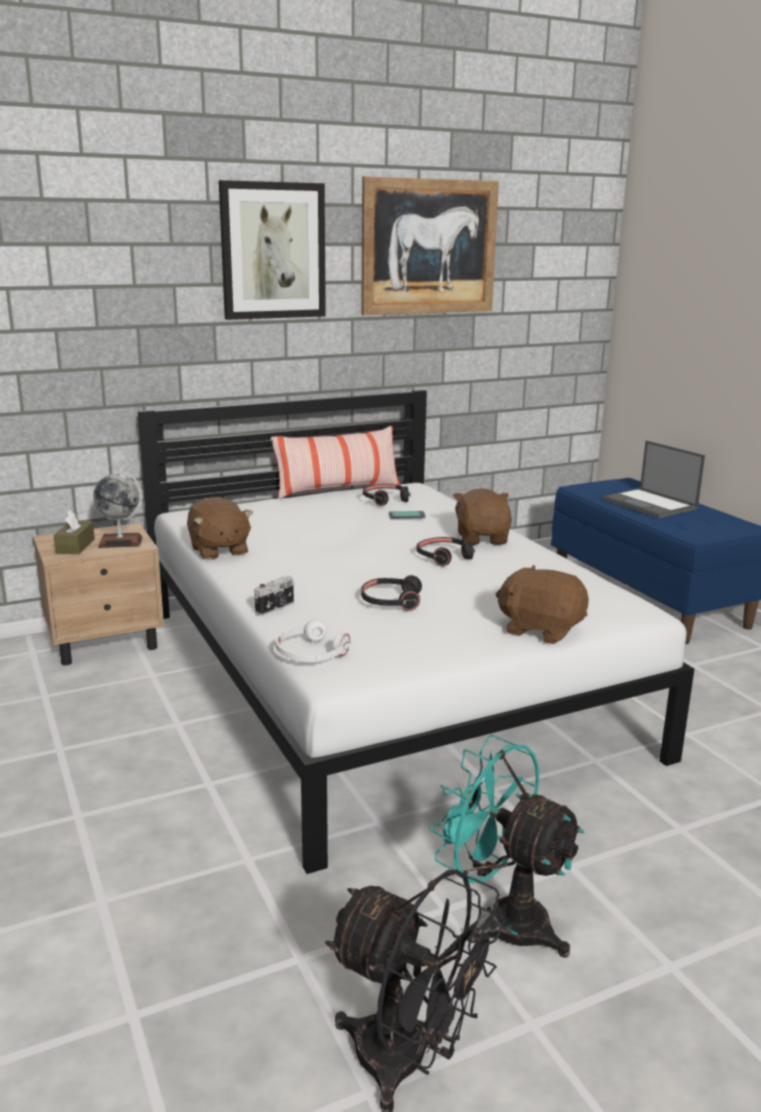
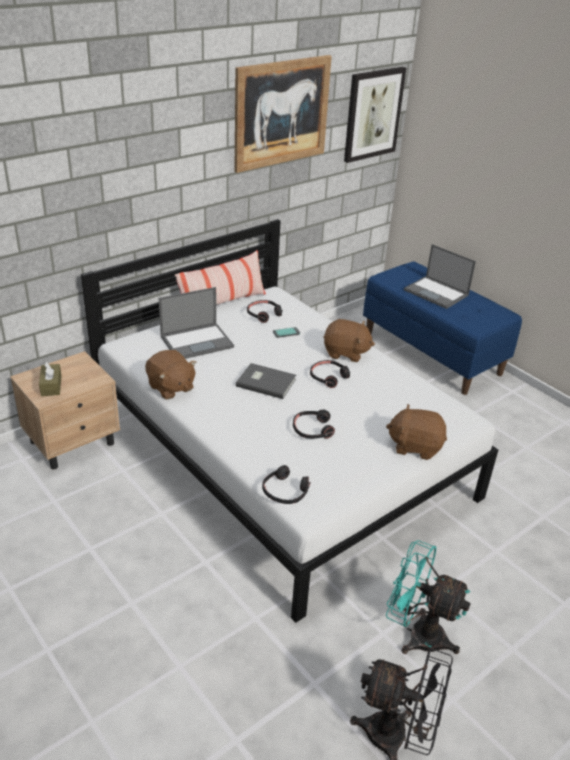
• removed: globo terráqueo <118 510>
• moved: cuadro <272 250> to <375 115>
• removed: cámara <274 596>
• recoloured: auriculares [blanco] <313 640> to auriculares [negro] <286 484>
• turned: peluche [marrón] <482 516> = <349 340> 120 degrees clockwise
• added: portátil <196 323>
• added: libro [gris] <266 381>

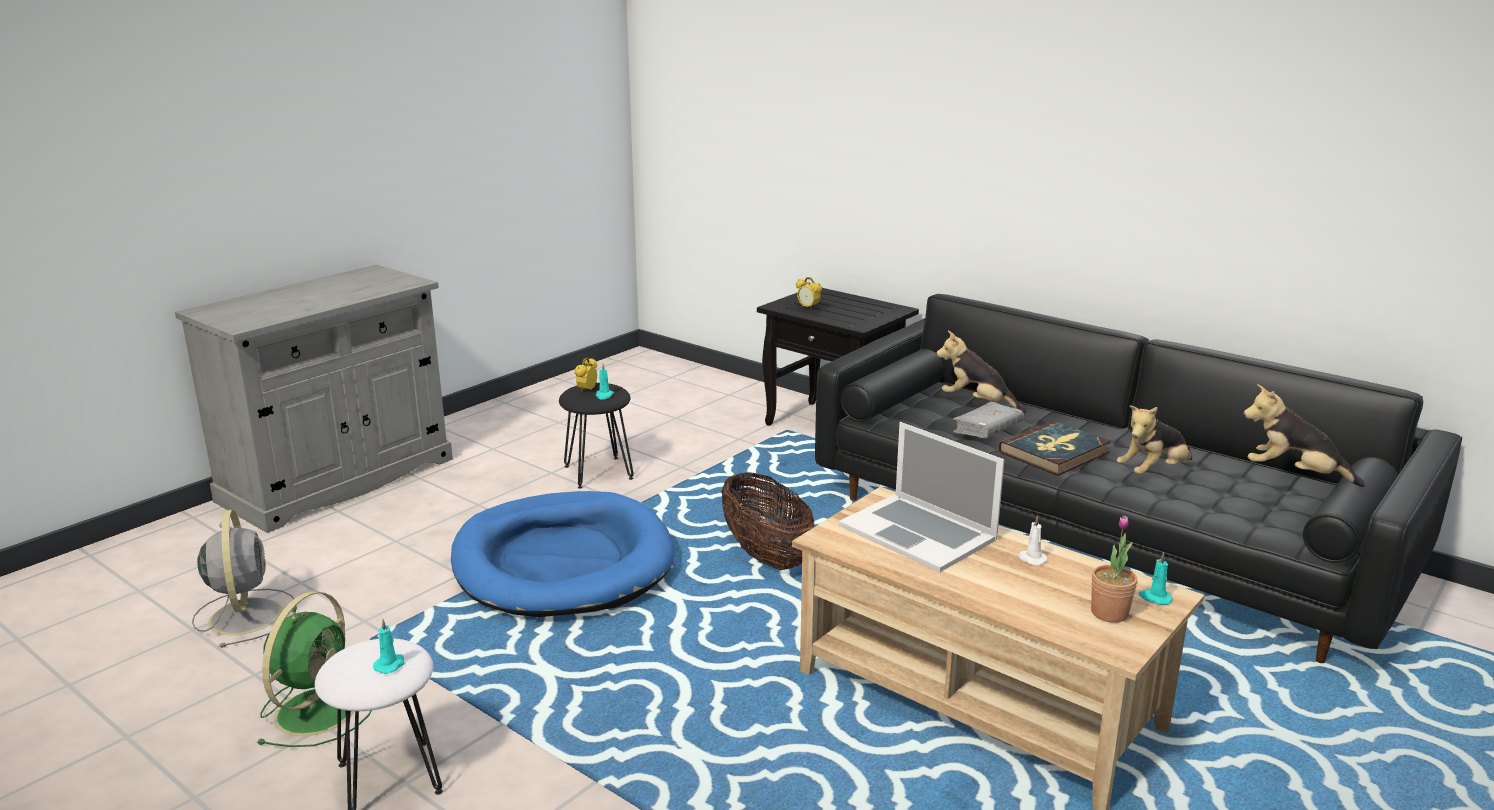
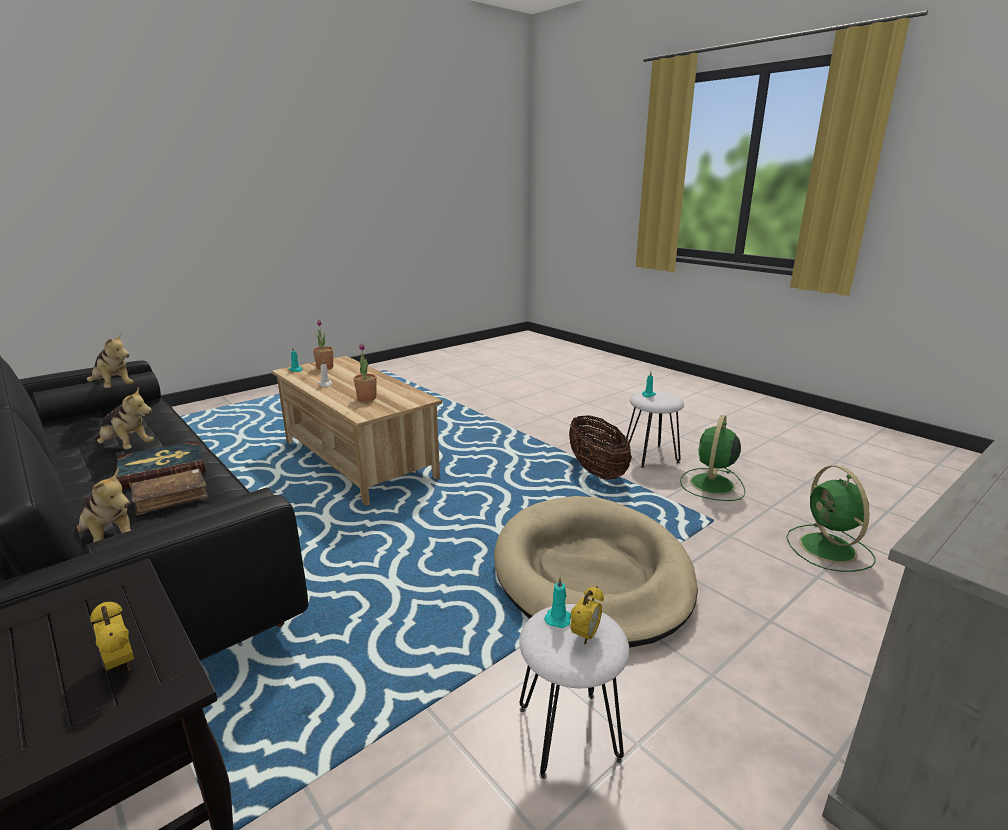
• recoloured: ventilador [gris] <244 579> to ventilador [verde] <831 519>
• recoloured: cama para perro [azul] <563 554> to cama para perro [beis] <596 572>
• recoloured: taburete [negro] <596 436> to taburete [blanco] <574 691>
• moved: cesta <768 521> to <600 447>
• replaced: portátil <921 497> to planta en maceta <365 372>
• recoloured: libro [gris] <988 420> to libro [marrón] <169 491>
• turned: peluche <1154 440> = <124 418> 45 degrees clockwise

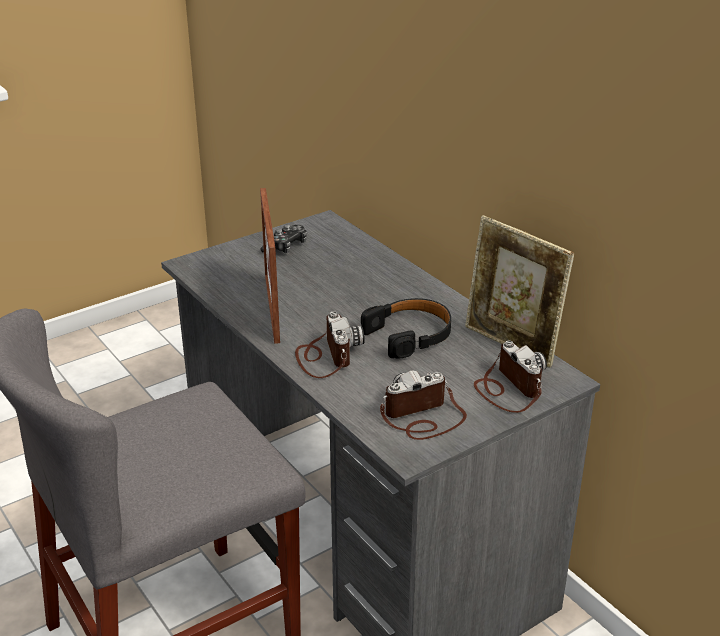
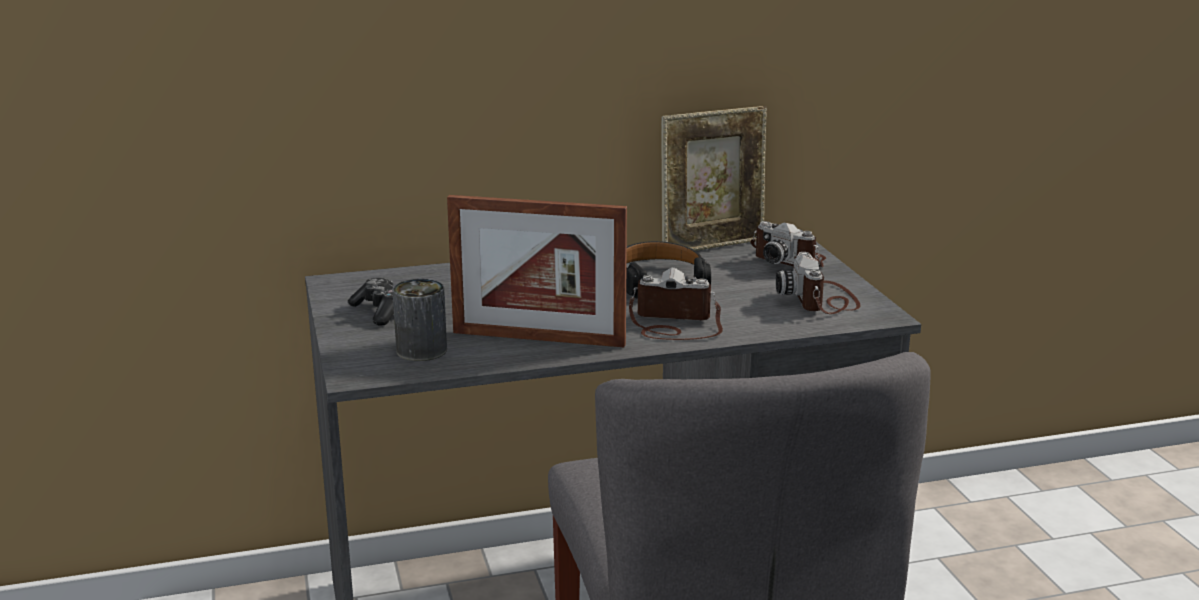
• turned: cámara <510 376> = <788 244> 135 degrees counterclockwise
• added: lata <419 320>

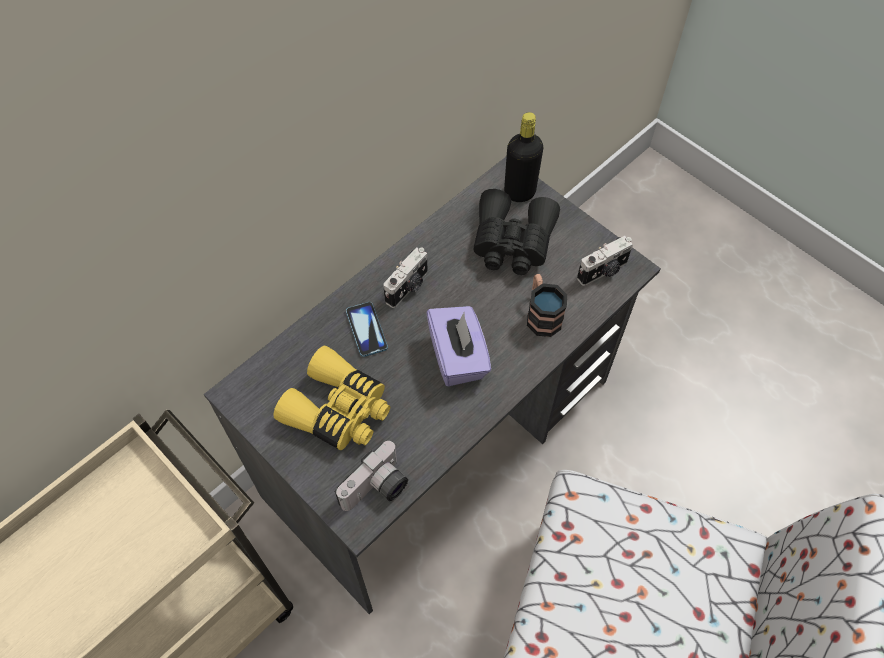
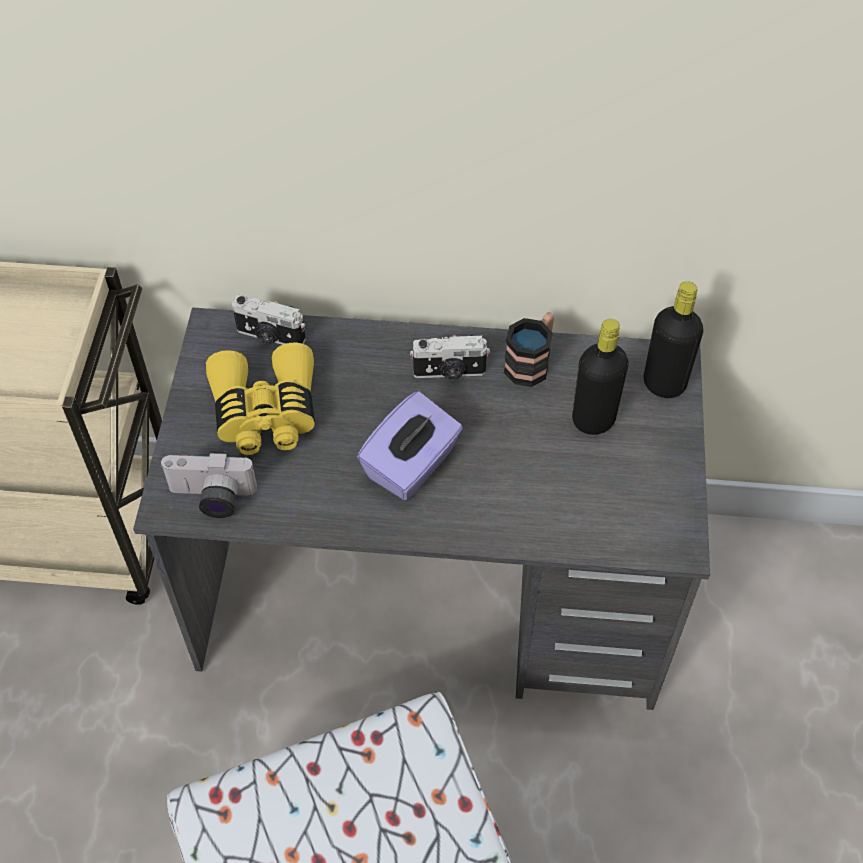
• removed: móvil <367 329>
• replaced: prismáticos [negro] <516 232> to botella [negro] <600 377>
• moved: taza grande <547 305> to <529 349>
• moved: cámara <605 261> to <269 320>

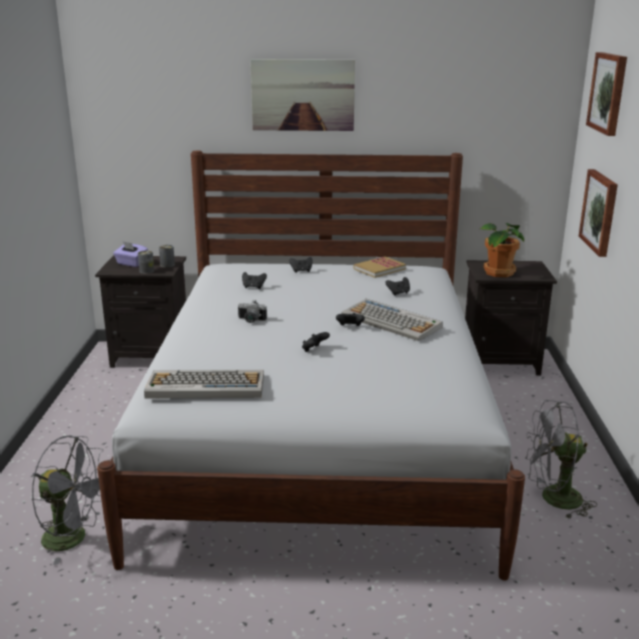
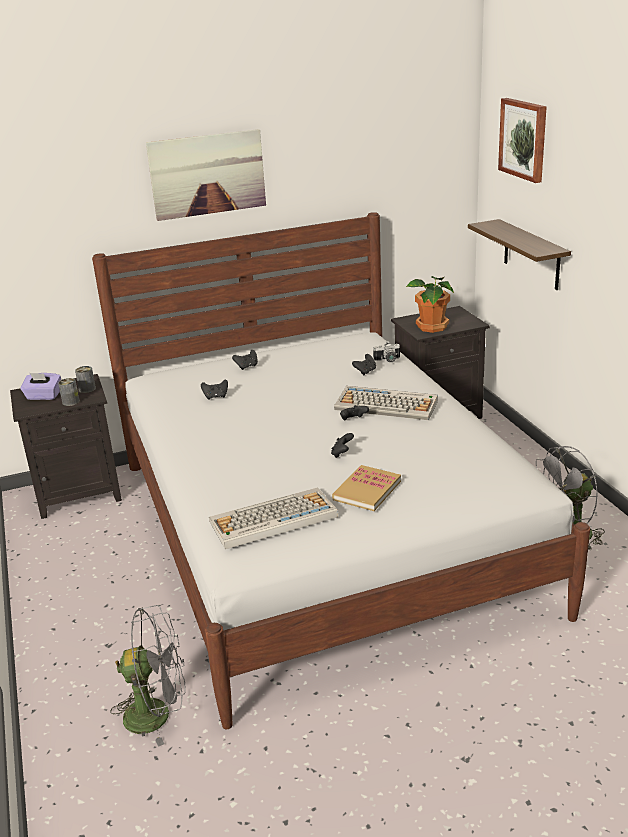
• moved: cámara <252 311> to <386 351>
• moved: libro <380 267> to <366 488>
• replaced: cuadro <598 213> to estante <519 254>

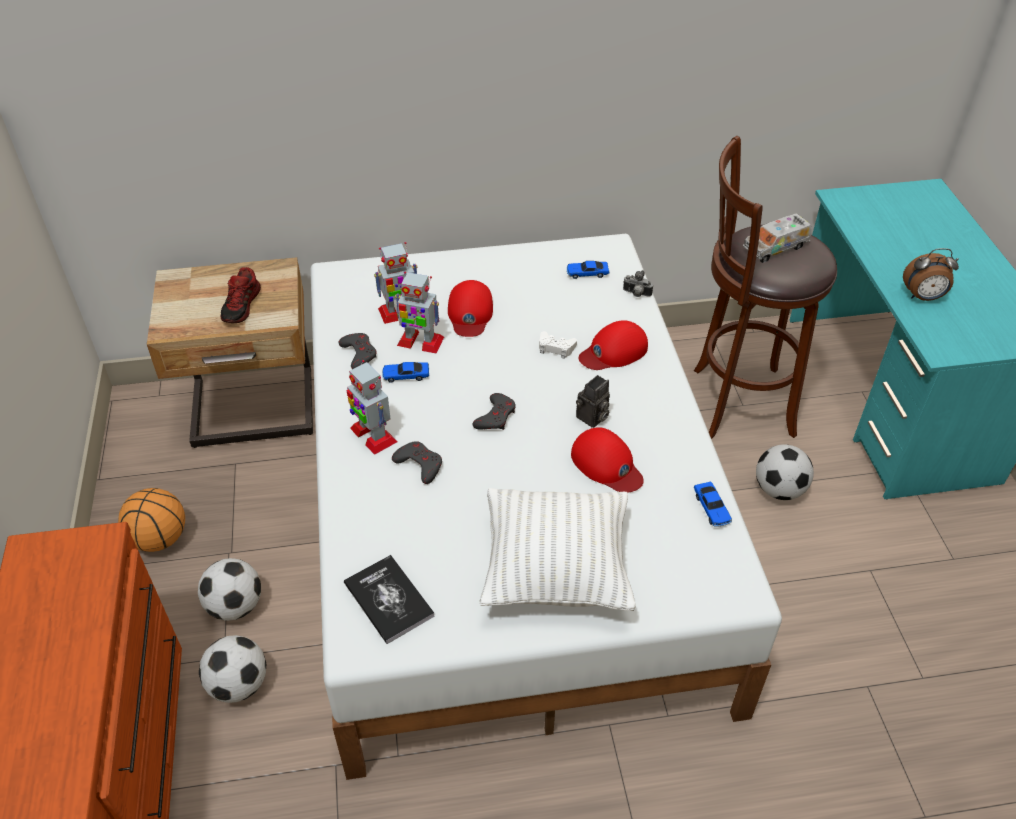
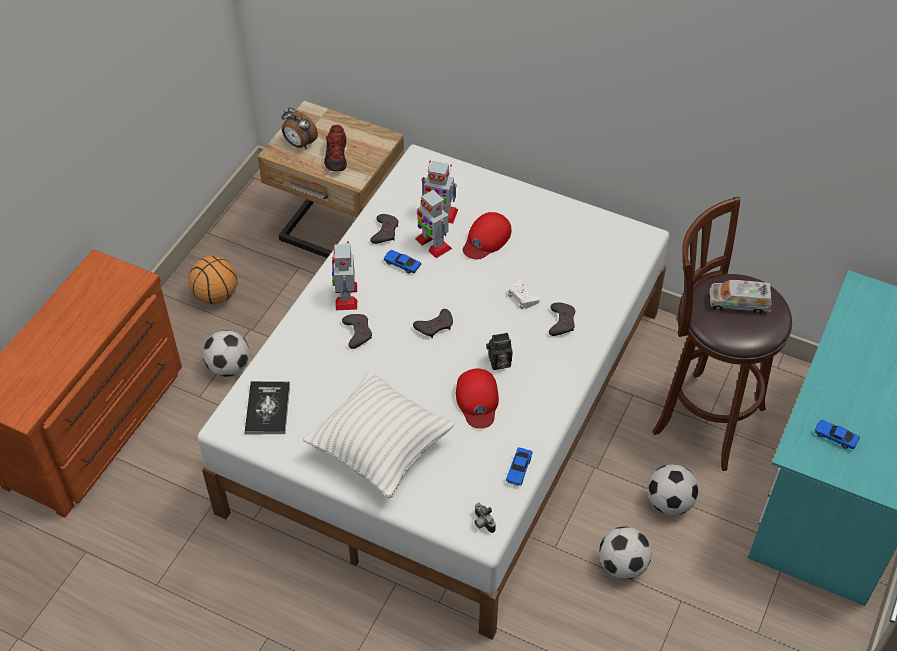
• moved: balón de fútbol <232 669> to <625 552>
• turned: zapato <241 295> = <335 148> 45 degrees counterclockwise
• moved: coche de juguete <588 270> to <837 434>
• replaced: gorra [rojo] <613 345> to mando de consola [gris] <562 319>
• moved: cámara <638 283> to <485 518>
• moved: despertador <931 274> to <299 128>

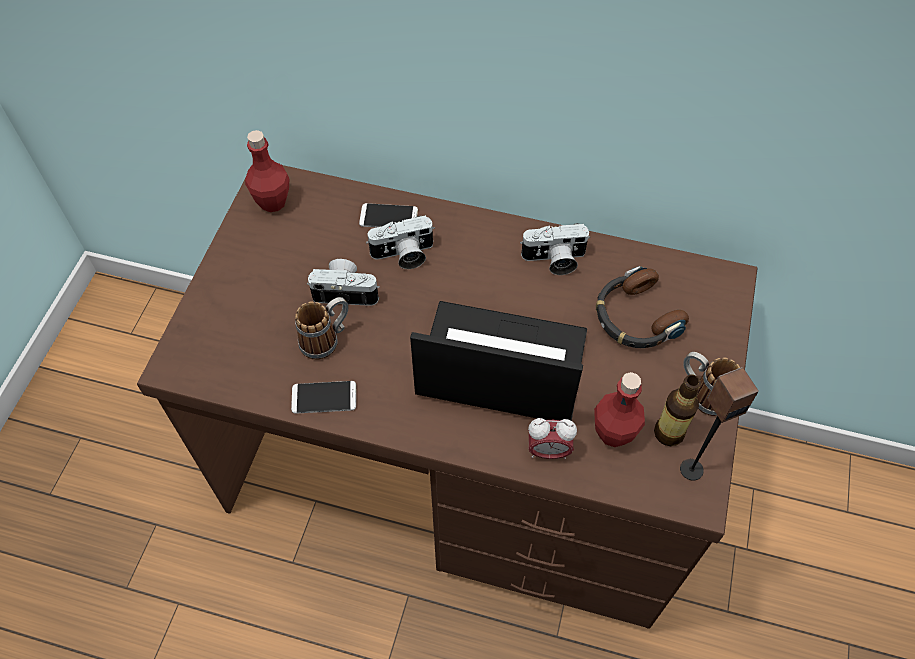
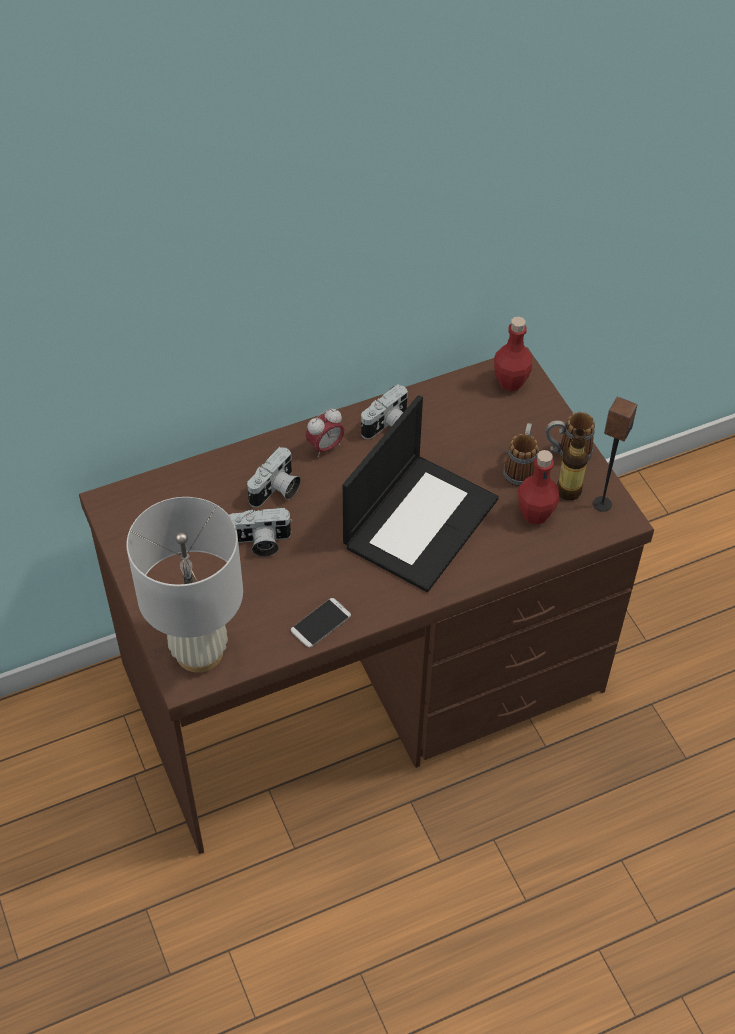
• moved: botella [rojo] <267 171> to <513 353>
• moved: taza grande <322 328> to <520 455>
• turned: cámara <343 282> = <261 532> 150 degrees counterclockwise
• removed: móvil <388 215>
• turned: portátil <498 361> = <421 493> 150 degrees clockwise
• moved: despertador <552 438> to <325 433>
• removed: auriculares <642 307>
• added: lámpara de mesa [blanco] <184 585>

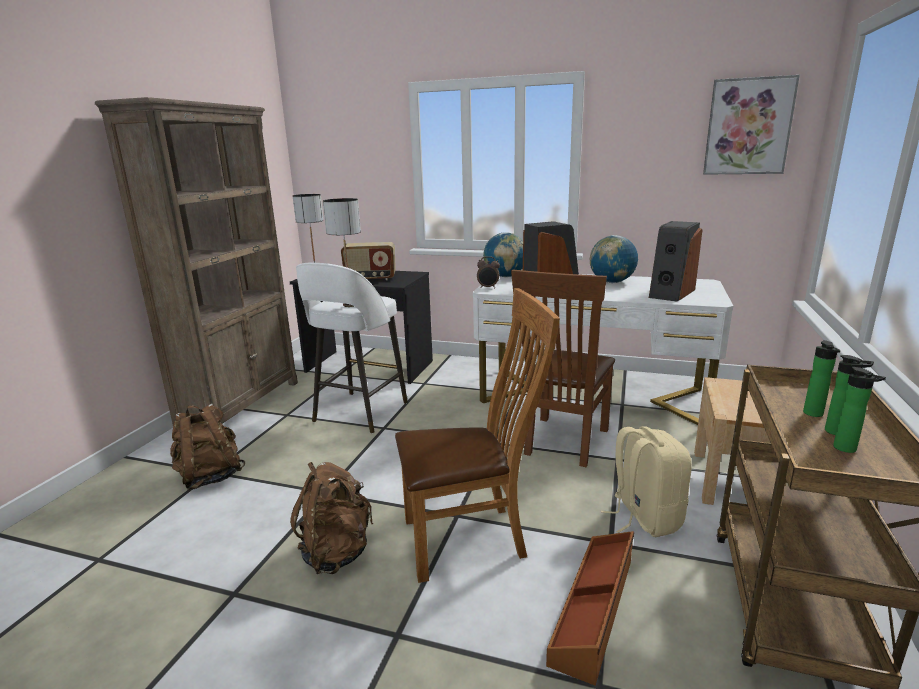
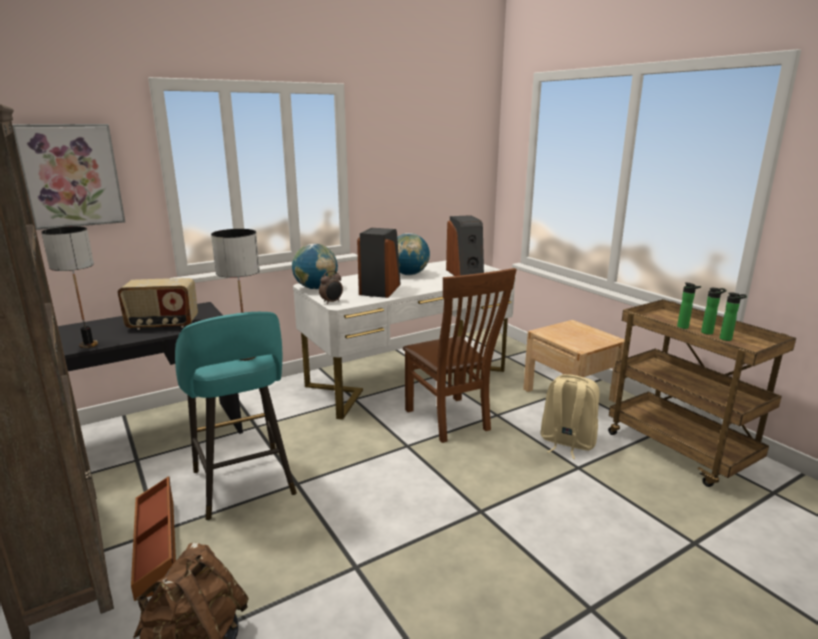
• removed: mochila [marrón] <331 518>
• recoloured: taburete [blanco] <352 348> to taburete [turquesa] <236 416>
• turned: radio <368 261> = <157 304> 45 degrees clockwise
• removed: silla [marrón] <477 435>
• moved: caja de almacenaje [marrón] <590 608> to <153 538>
• moved: cuadro <751 125> to <68 177>

